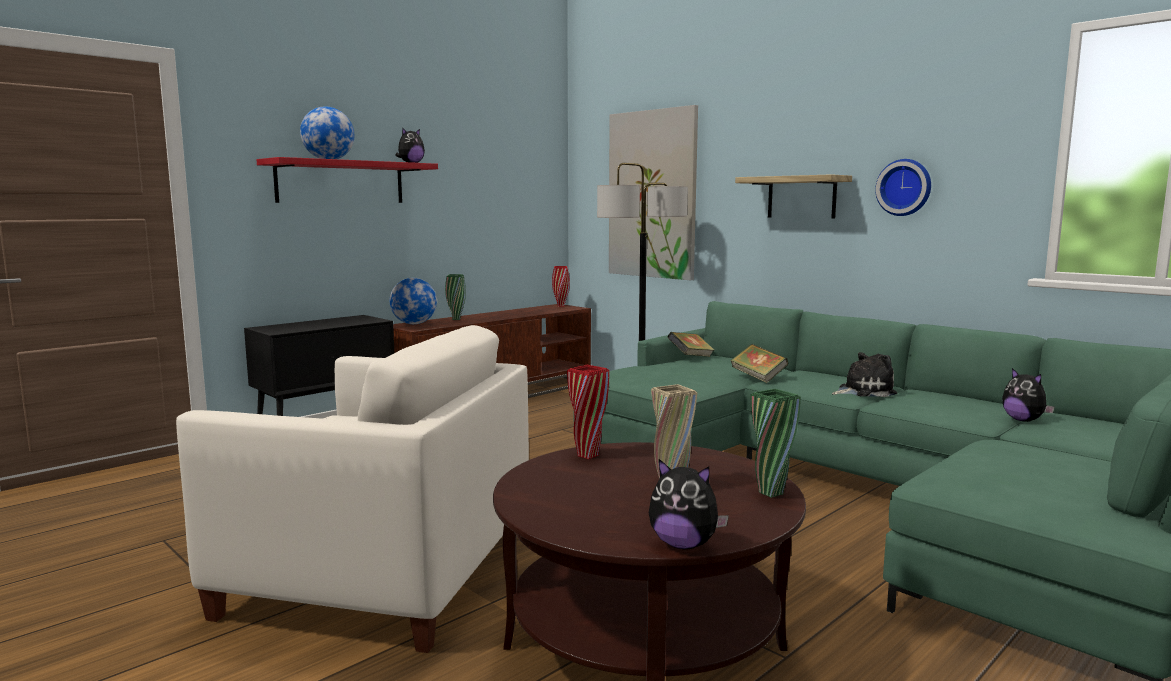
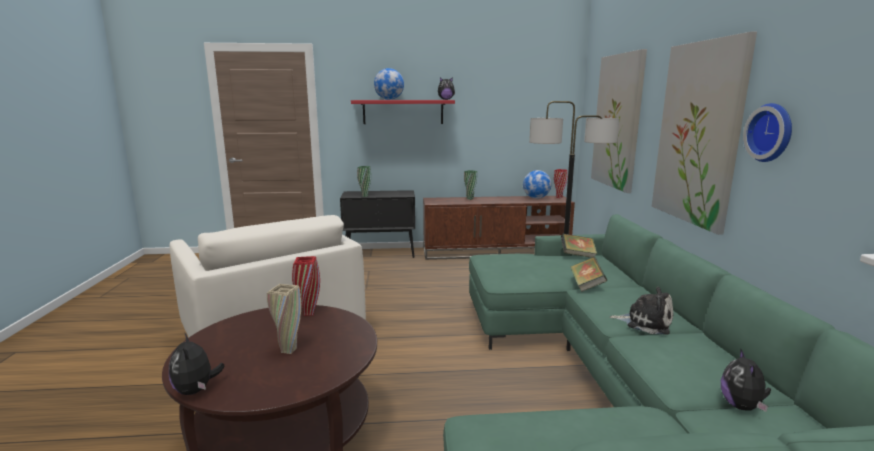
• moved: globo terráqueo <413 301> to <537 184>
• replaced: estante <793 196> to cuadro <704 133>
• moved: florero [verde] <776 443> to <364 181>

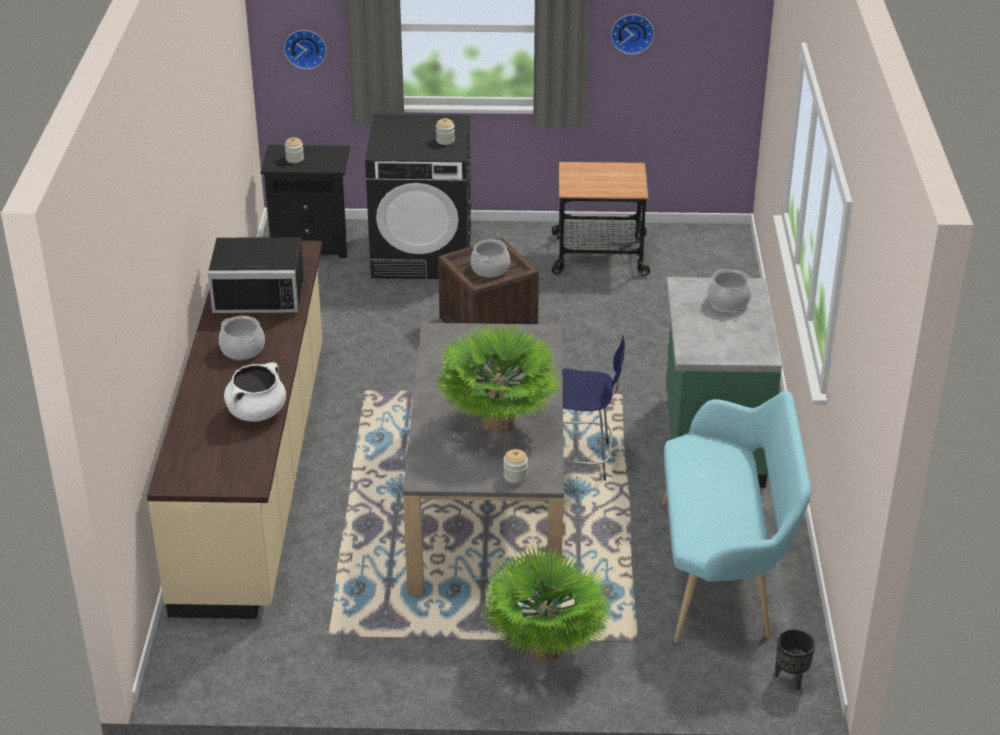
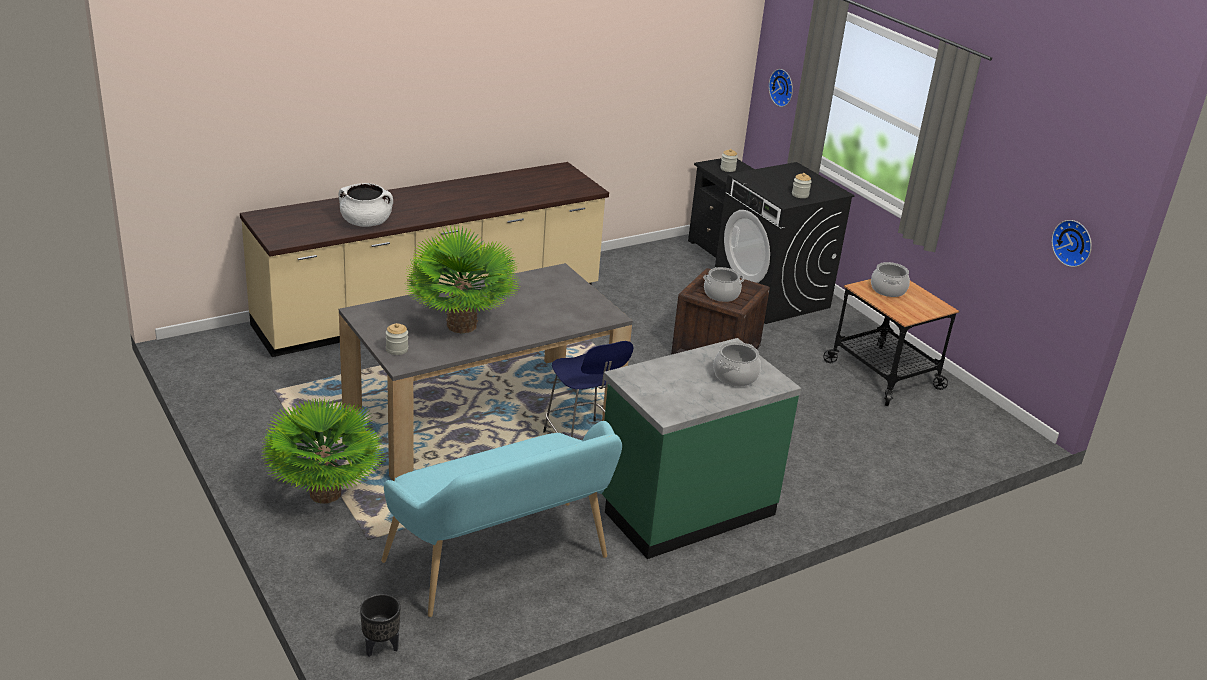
• removed: microondas [negro] <256 275>
• moved: olla <242 338> to <890 279>
• moved: reloj de pared <632 34> to <1072 243>

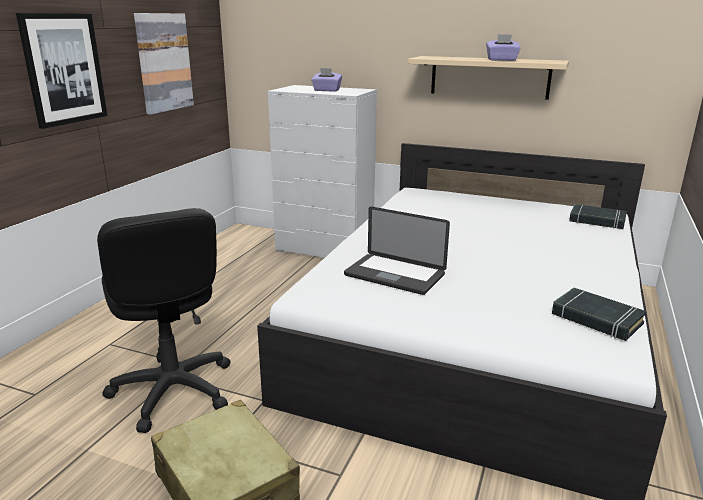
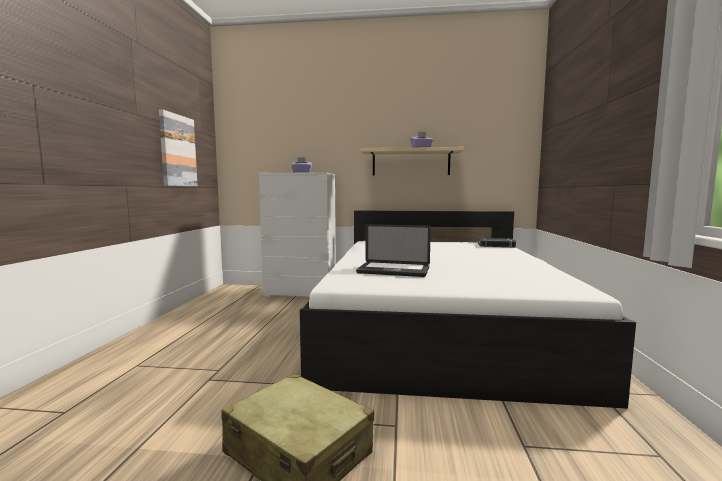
• removed: cuadro <62 71>
• removed: silla de oficina [negro] <164 320>
• removed: libro [negro] <599 314>

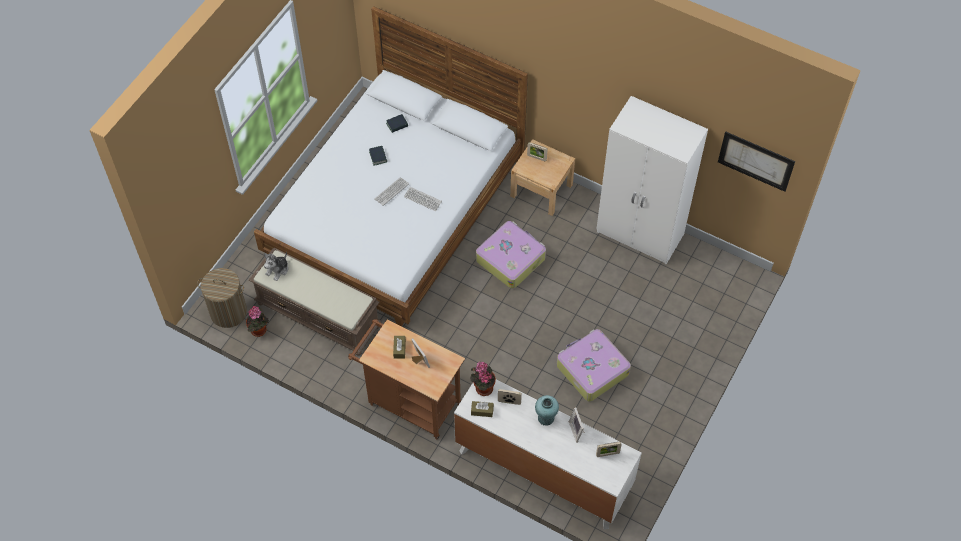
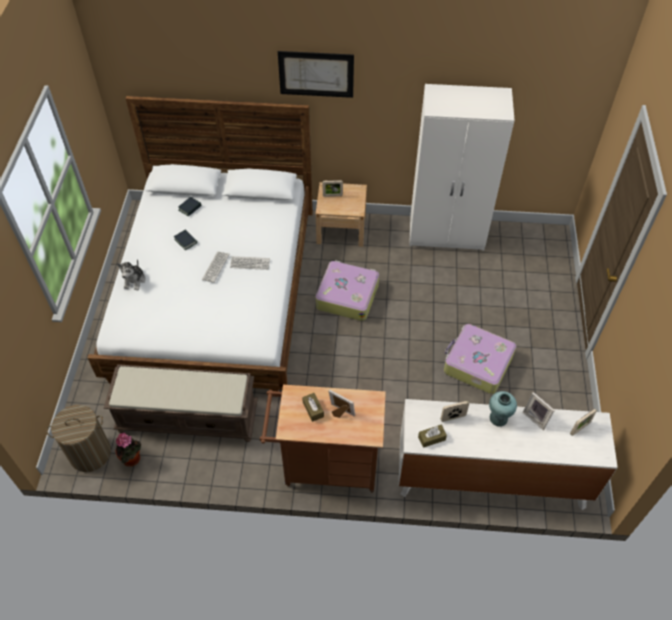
• moved: peluche <276 266> to <131 274>
• removed: planta en maceta <483 379>
• moved: cuadro <756 162> to <316 74>

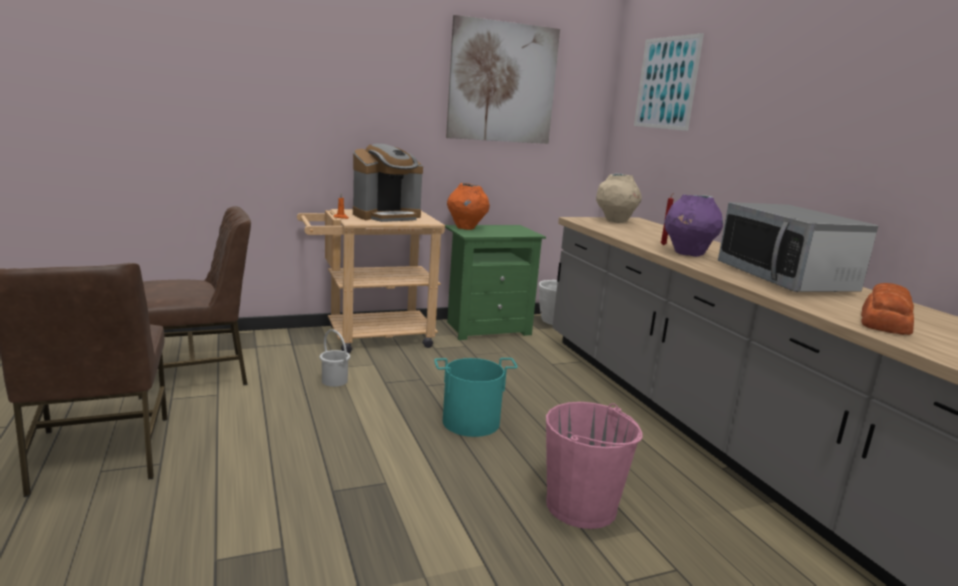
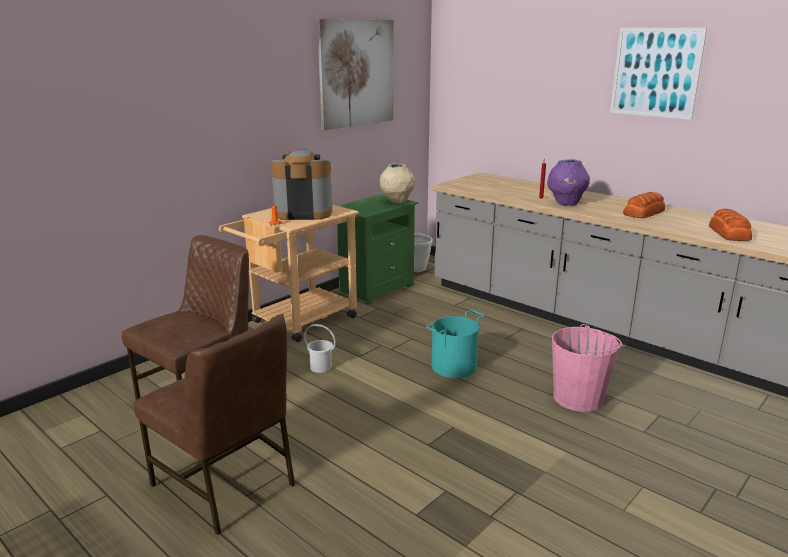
• turned: cafetera <388 183> = <301 184> 120 degrees counterclockwise
• removed: florero [naranja] <468 206>
• moved: florero [beis] <619 198> to <398 183>
• moved: cuadro <669 82> to <658 74>
• replaced: microondas <798 247> to pan <644 205>

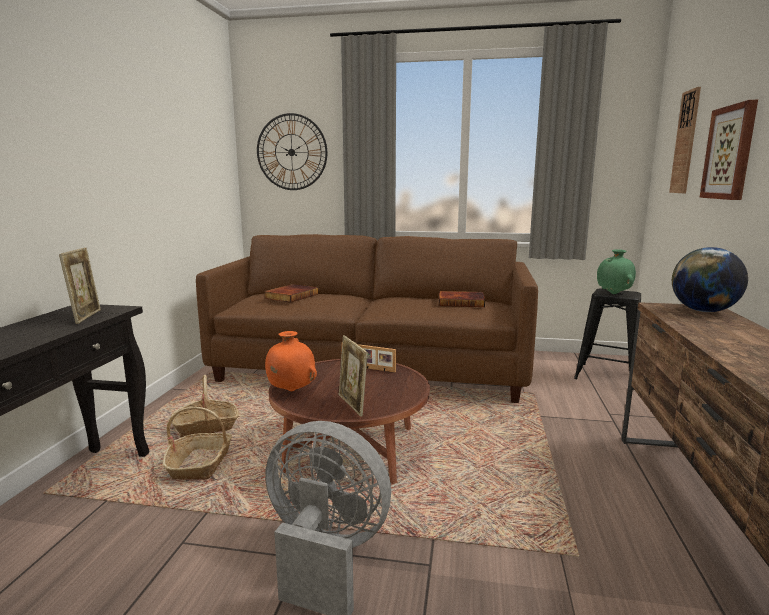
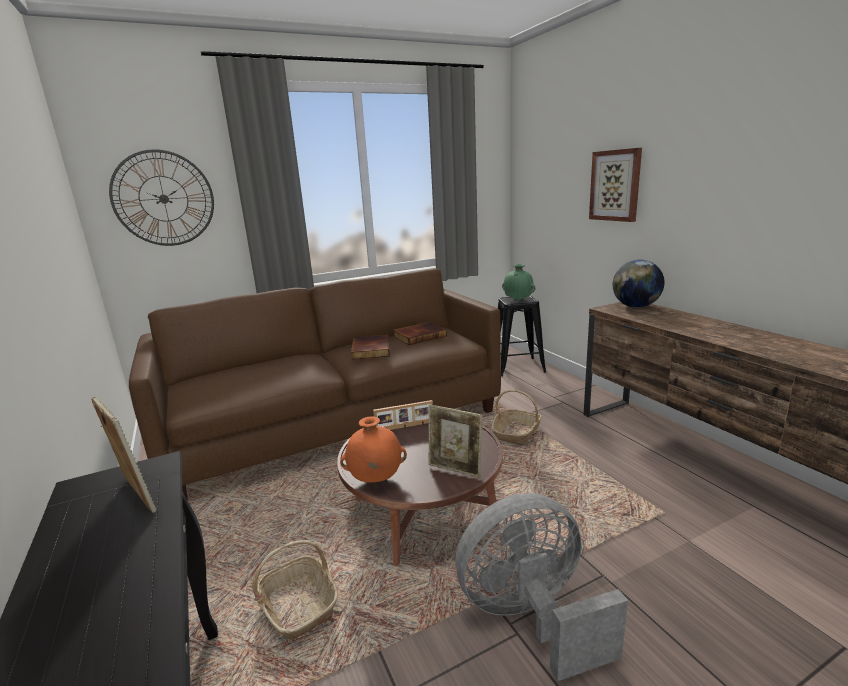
• moved: cesta <205 406> to <517 417>
• moved: libro <291 293> to <370 347>
• removed: reloj de pared <685 140>

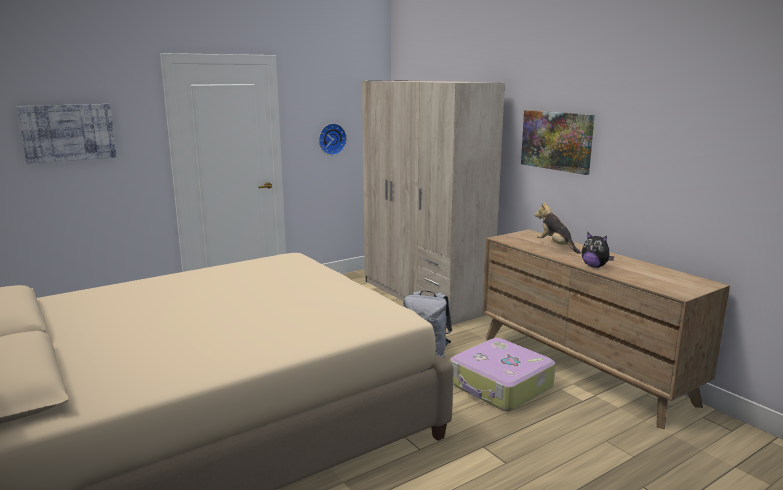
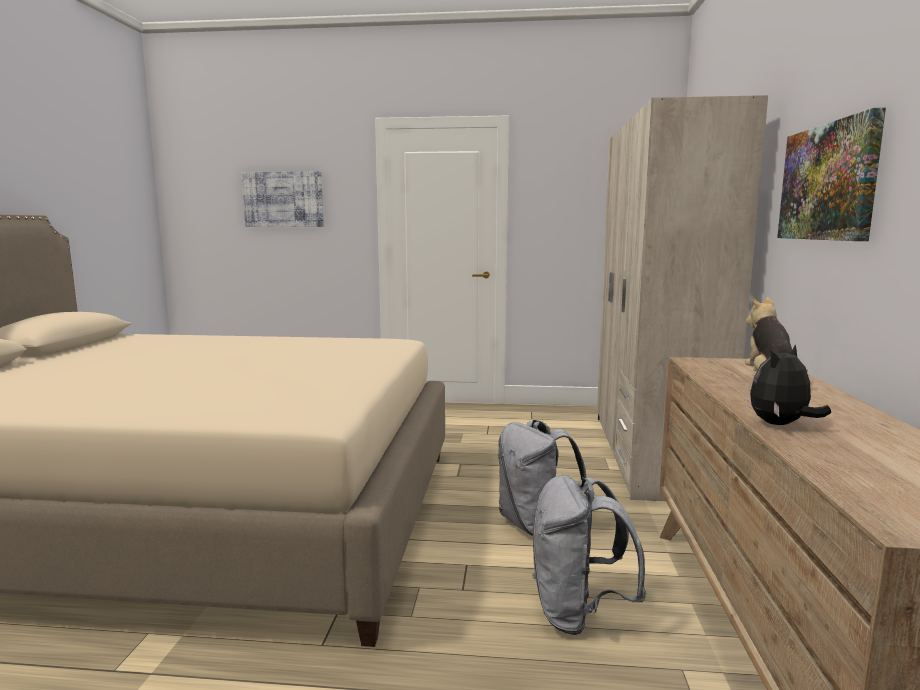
• removed: reloj de pared <333 139>
• replaced: maleta <502 374> to mochila [gris] <589 555>
• turned: peluche <597 250> = <790 385> 60 degrees clockwise

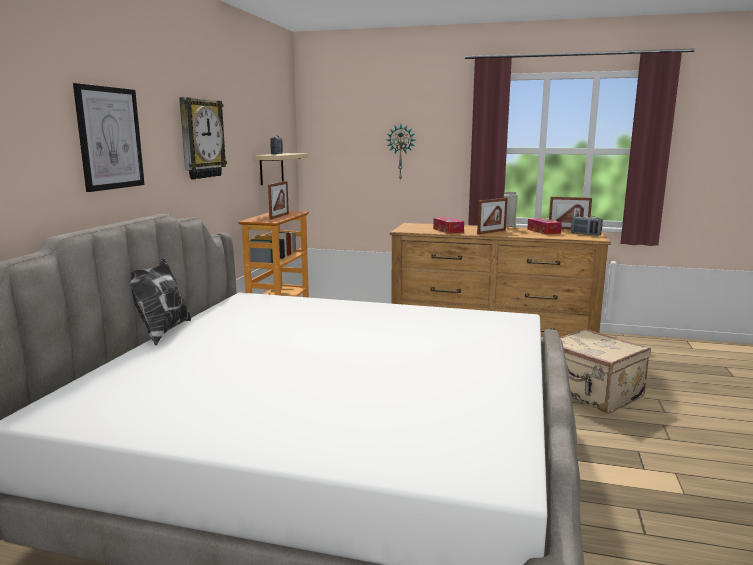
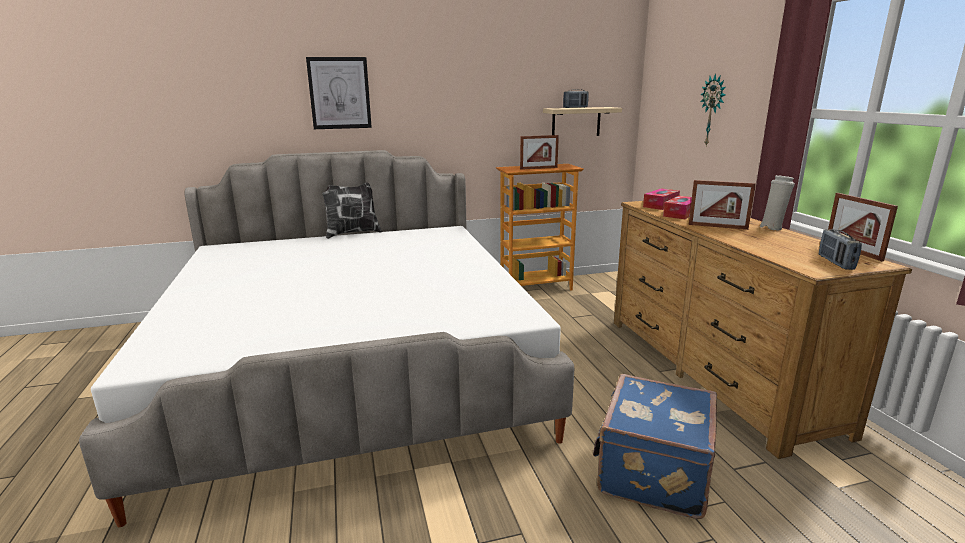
• removed: reloj de pared <203 138>
• moved: caja de pañuelos <544 226> to <661 199>
• recoloured: maleta [beis] <605 371> to maleta [azul] <655 446>

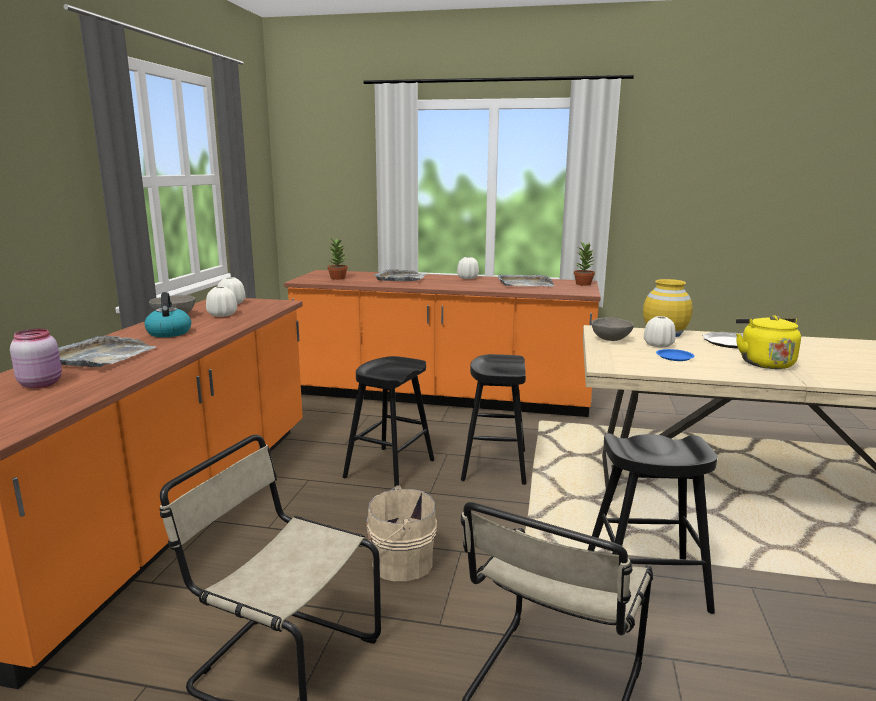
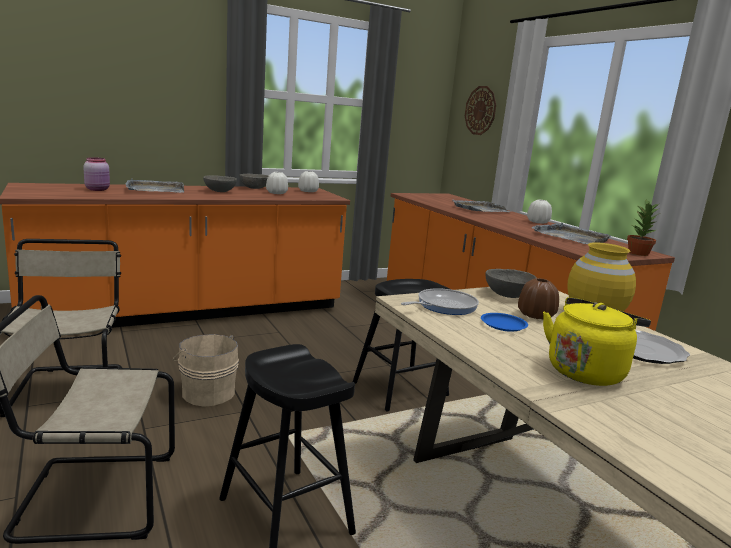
• replaced: hervidor <167 314> to cuenco [gris] <220 183>
• removed: planta en maceta <337 259>
• removed: taburete [negro] <388 421>
• recoloured: florero [blanco] <660 332> to florero [marrón] <538 298>
• added: sartén <440 301>
• added: reloj de pared <480 110>

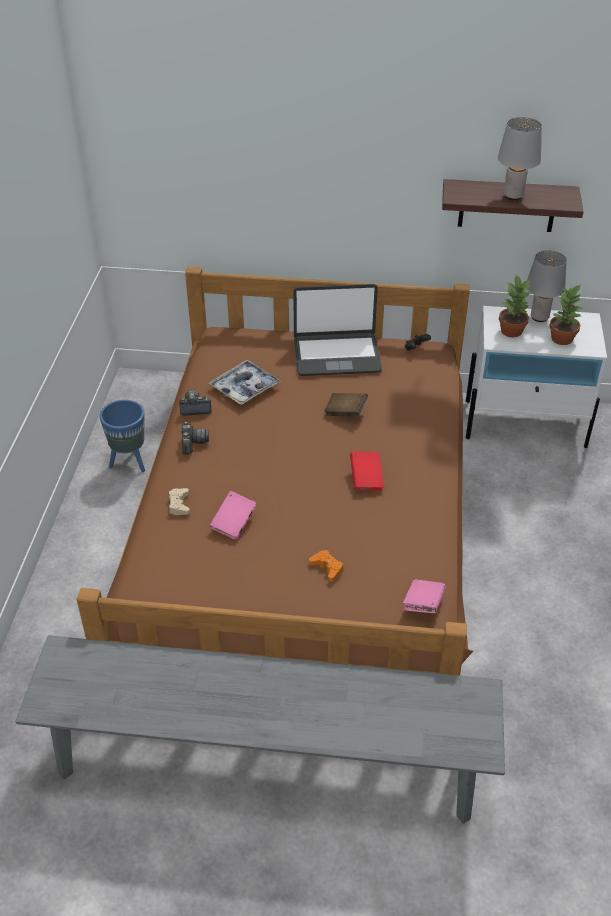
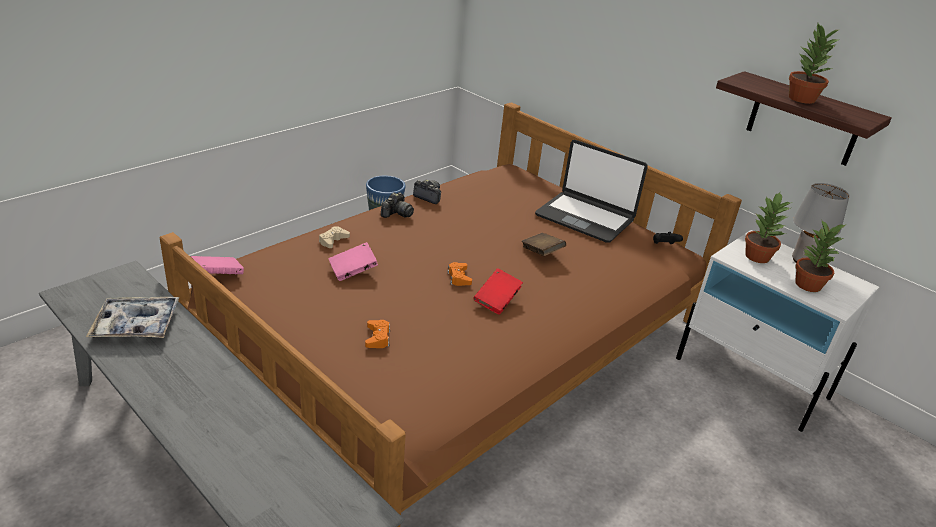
• moved: bandeja <245 382> to <133 317>
• moved: libro [rosa] <424 596> to <217 265>
• replaced: lámpara de mesa [gris] <520 158> to planta en maceta <814 63>
• added: mando de consola [naranja] <459 274>

